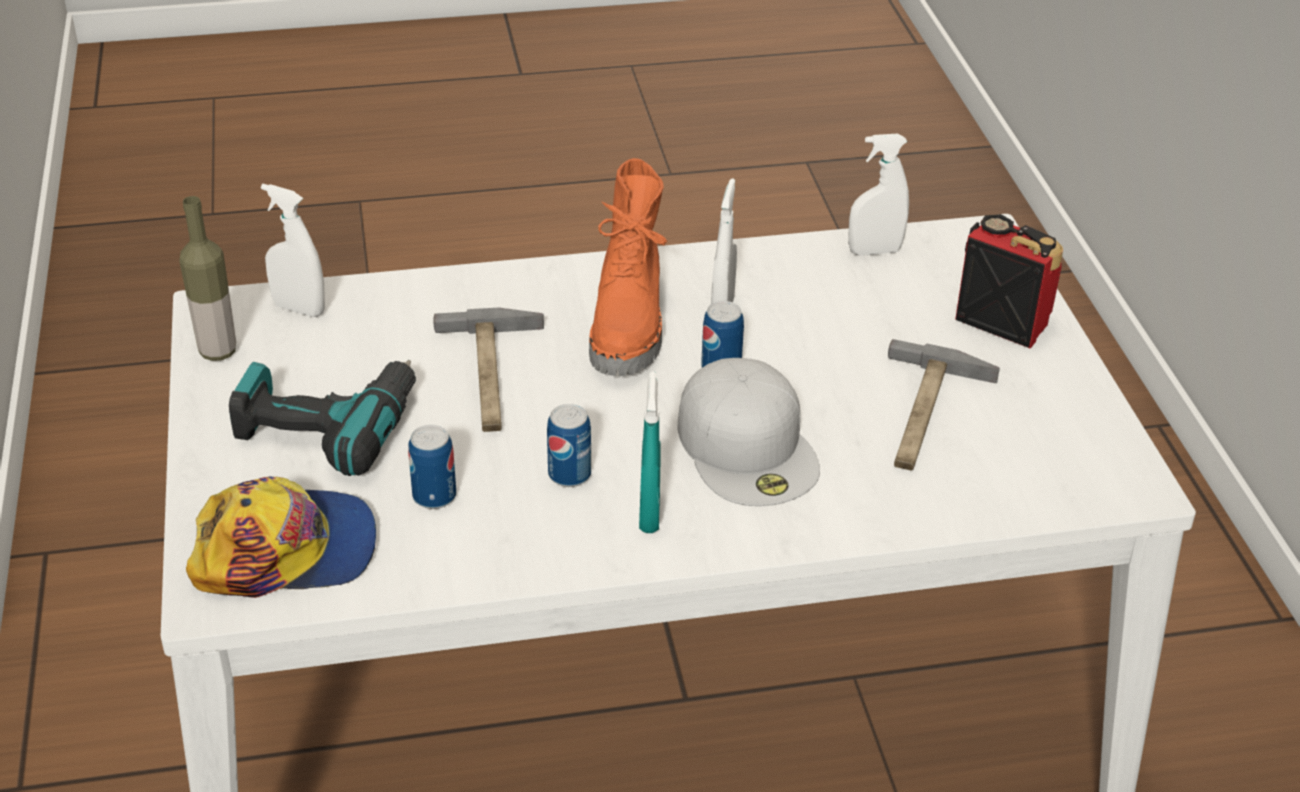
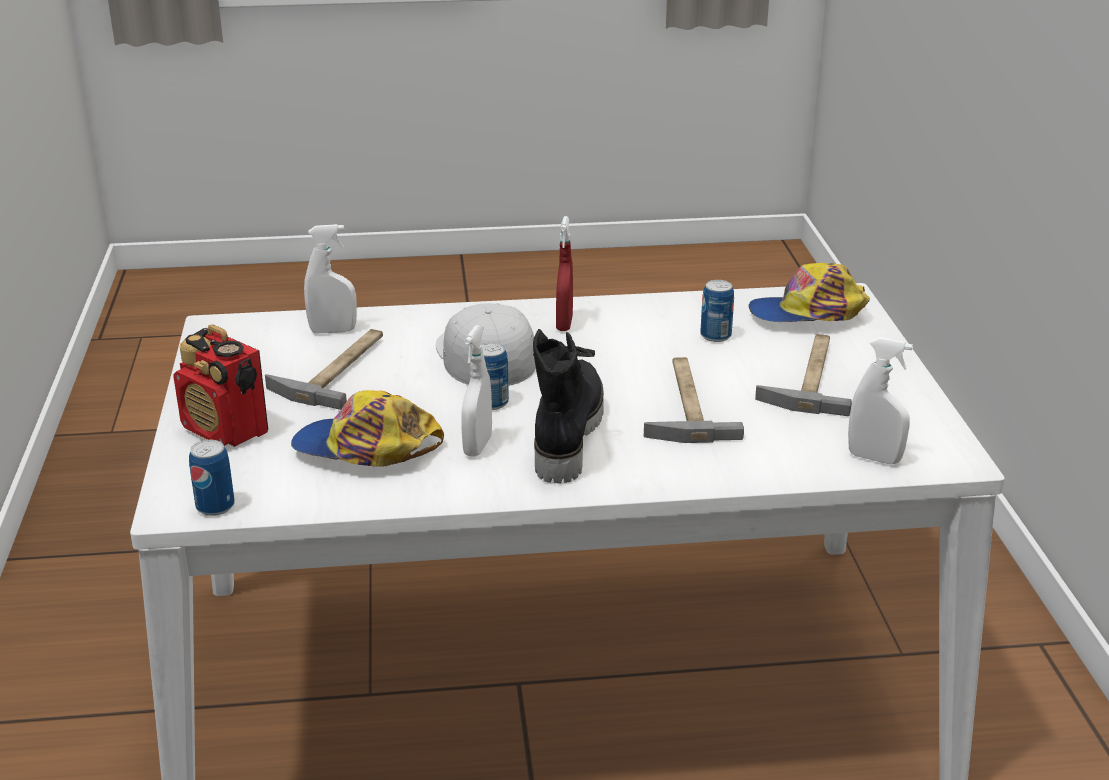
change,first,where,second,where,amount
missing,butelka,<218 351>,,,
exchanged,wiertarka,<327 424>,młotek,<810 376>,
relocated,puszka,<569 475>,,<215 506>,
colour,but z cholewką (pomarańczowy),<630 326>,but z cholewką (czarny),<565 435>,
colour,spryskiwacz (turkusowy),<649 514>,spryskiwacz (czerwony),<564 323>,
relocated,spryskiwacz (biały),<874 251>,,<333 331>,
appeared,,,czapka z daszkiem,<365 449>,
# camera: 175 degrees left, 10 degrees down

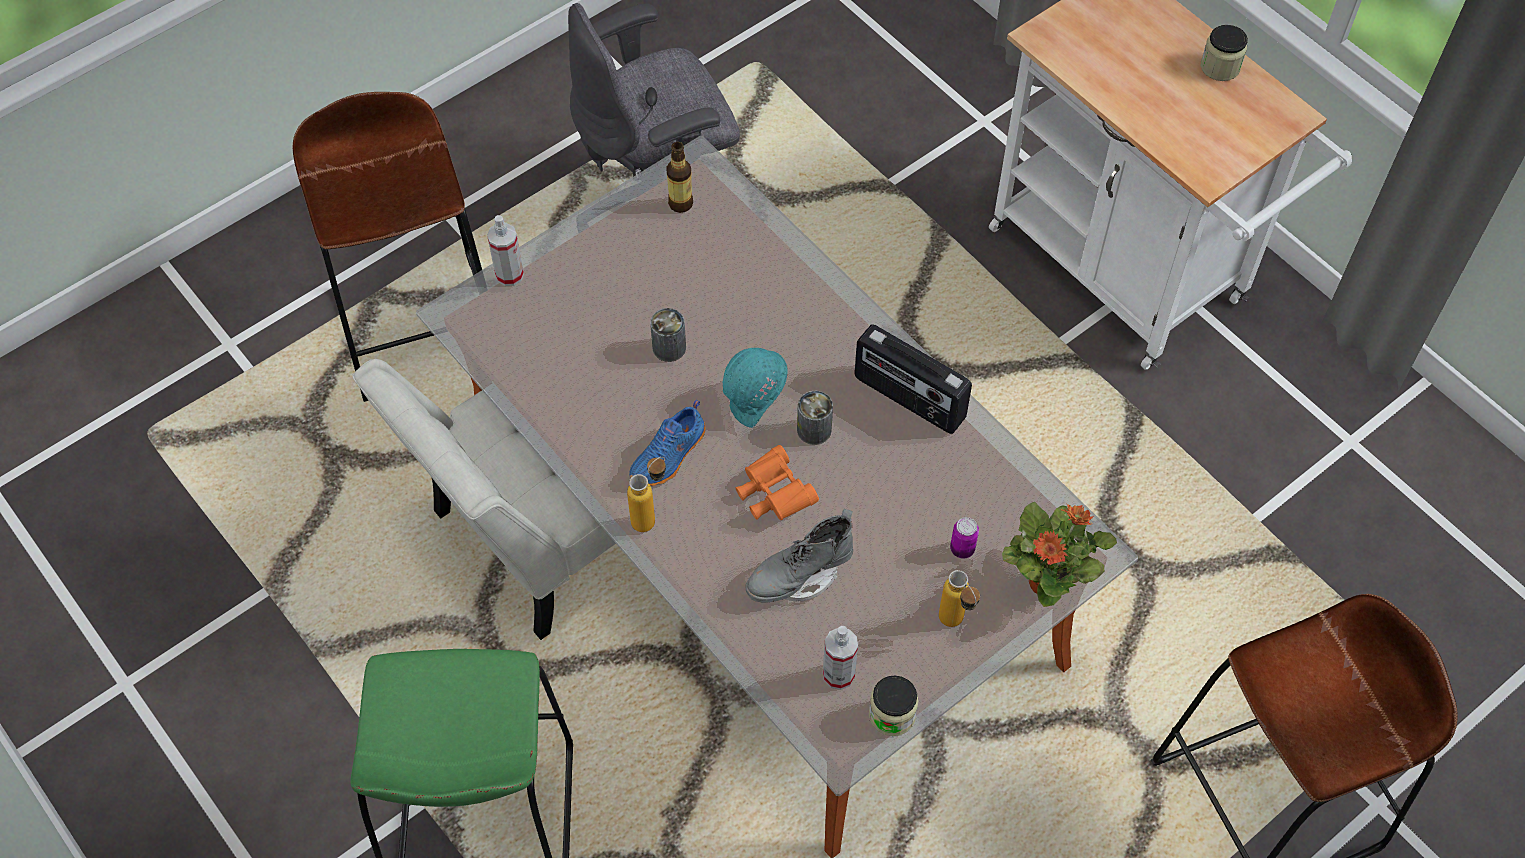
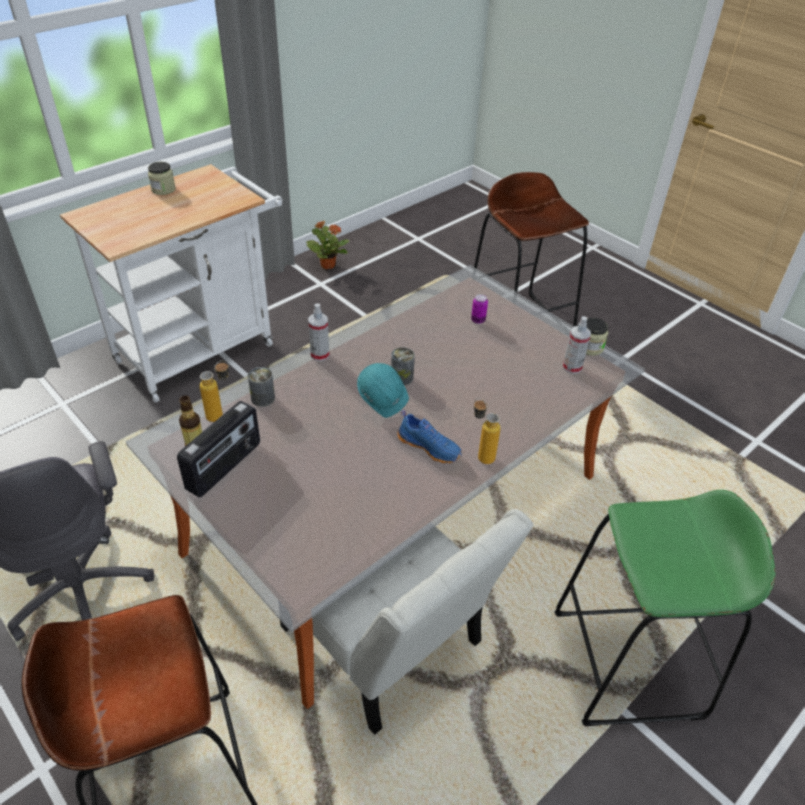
change,first,where,second,where,amount
relocated,spryskiwacz,<509 274>,,<320 355>,
relocated,puszka,<669 347>,,<263 398>,
missing,lornetka (pomarańczowy),<774 494>,,,
missing,but z cholewką (szary),<800 576>,,,
relocated,radio,<908 399>,,<225 467>,
relocated,butelka,<955 625>,,<221 414>,
relocated,roślina doniczkowa,<1047 581>,,<327 265>,
# camera: 95 degrees left, 15 degrees down

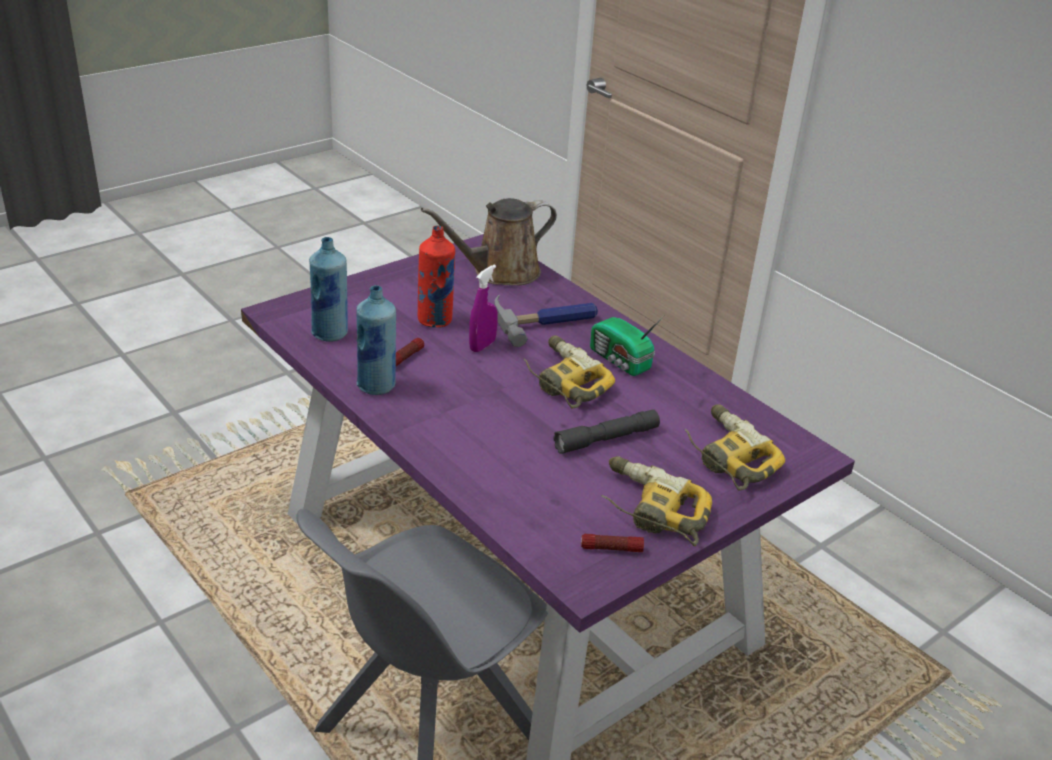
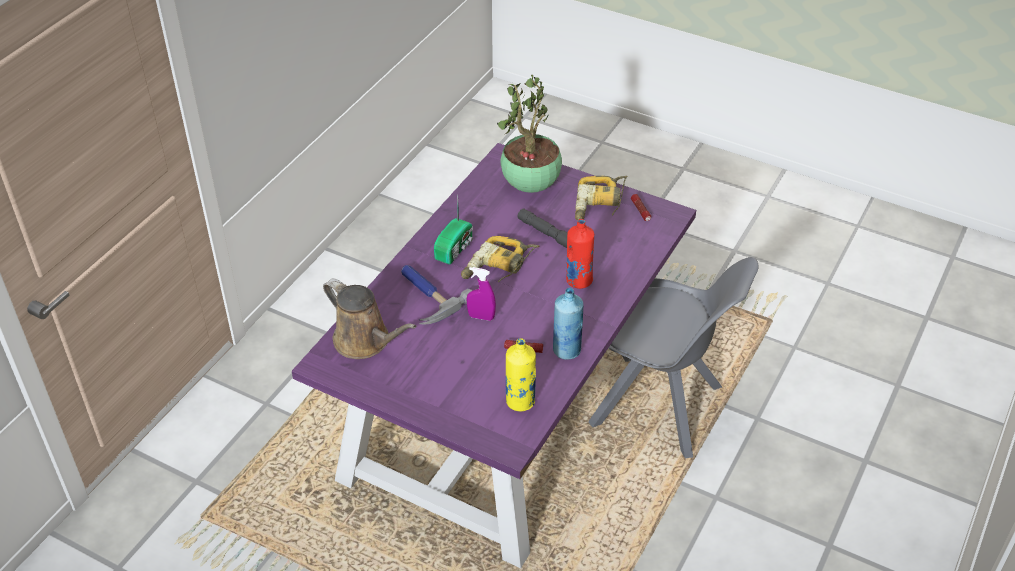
change,first,where,second,where,amount
colour,butelka (niebieski),<330 334>,butelka (żółty),<520 401>,
relocated,butelka (czerwony),<435 320>,,<578 280>,
exchanged,wiertarka,<726 456>,roślina doniczkowa,<530 186>,
# camera: 110 degrees left, 10 degrees up

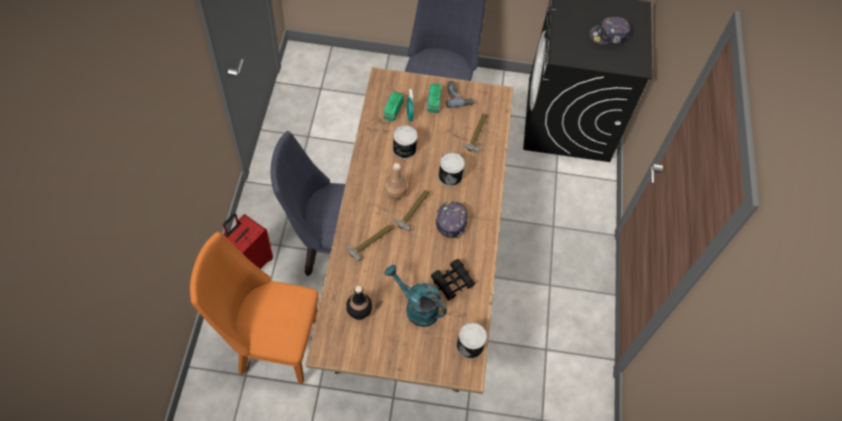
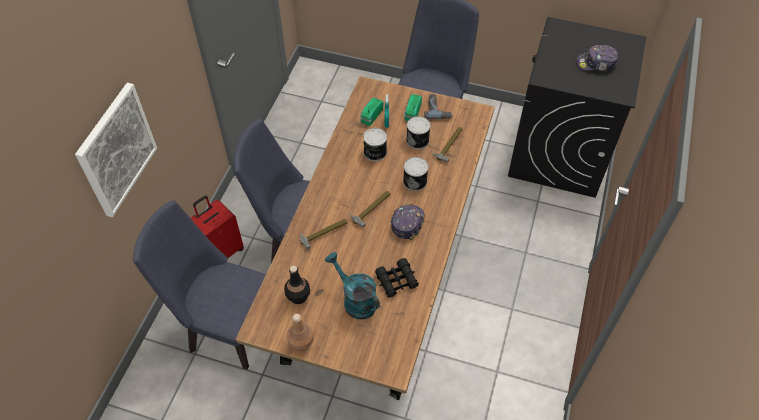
change,first,where,second,where,amount
colour,krzesło (pomarańczowy),<271 345>,krzesło (niebieski),<225 329>,
relocated,butelka (brązowy),<395 193>,,<301 343>,
relocated,puszka,<470 345>,,<418 140>,
appeared,,,obraz,<116 150>,
# camera: 15 degrees right, 5 degrees down

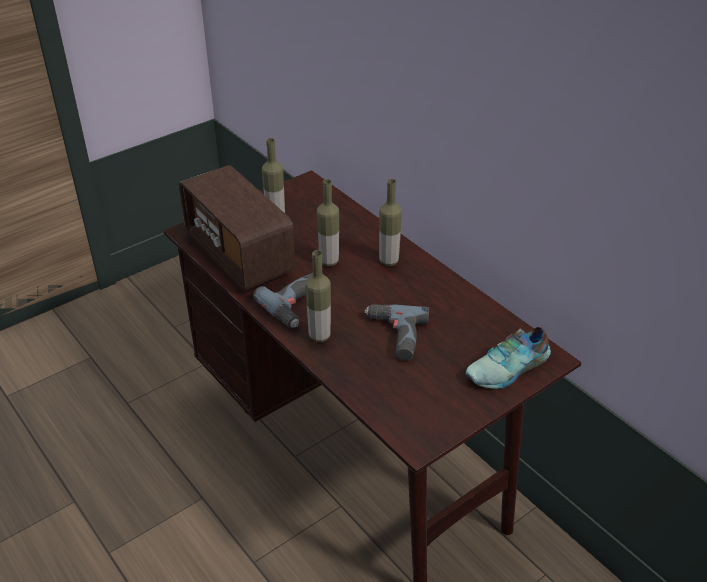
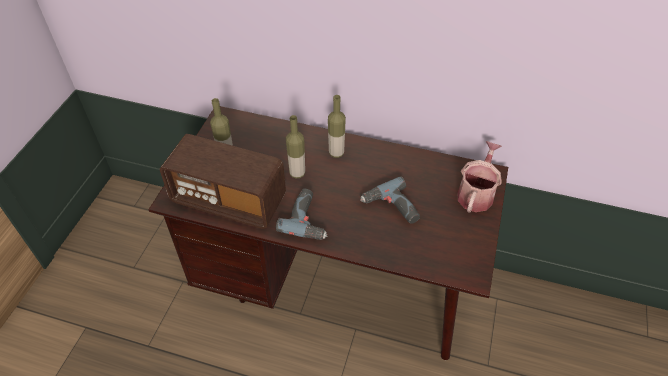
change,first,where,second,where,amount
missing,butelka,<319 336>,,,
exchanged,but,<509 369>,konewka,<476 193>,
# camera: 35 degrees left, 10 degrees up

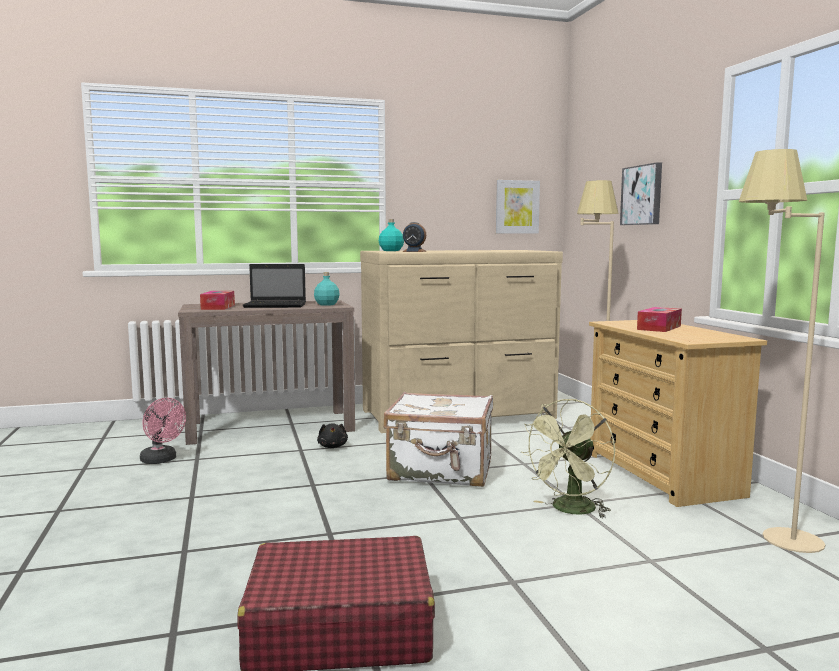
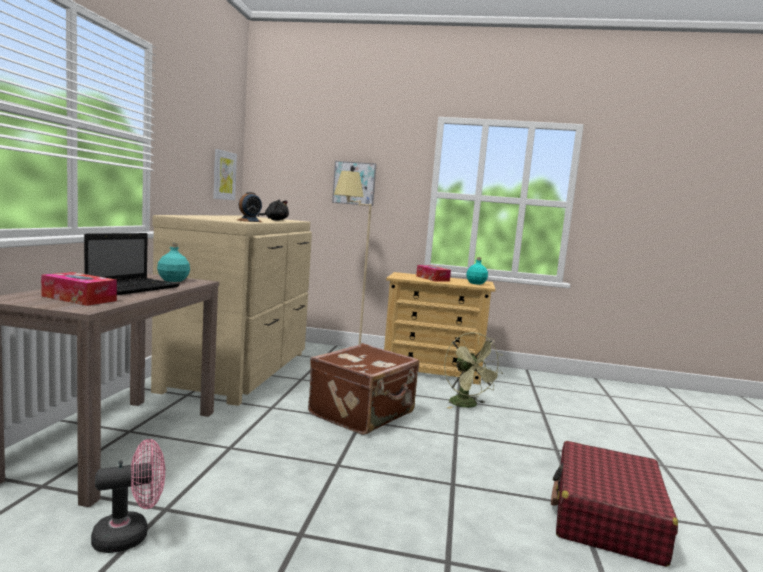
change,first,where,second,where,amount
relocated,pluszak (czarny),<332 446>,,<275 220>,
relocated,butelka (turkusowy),<391 251>,,<476 283>,
colour,walizka (biały),<441 471>,walizka (brązowy),<363 414>,
missing,lampa stojąca (beżowy),<766 531>,,,
# camera: 65 degrees left, 0 degrees up

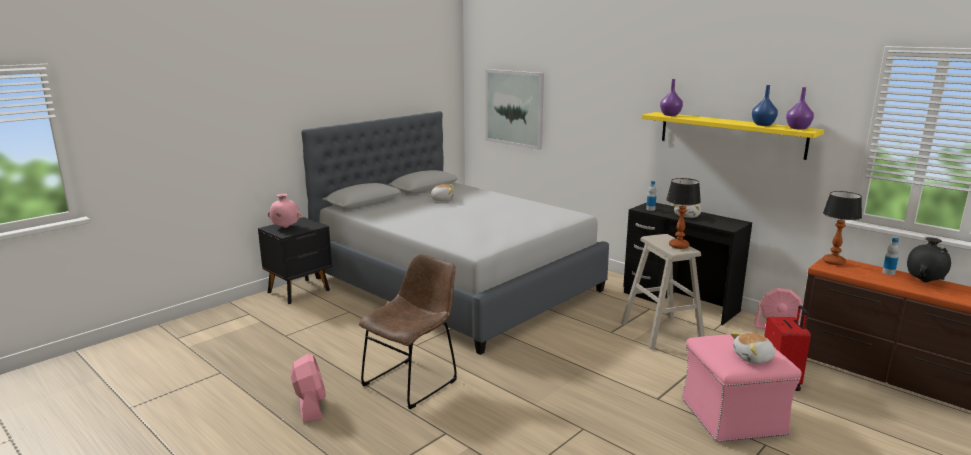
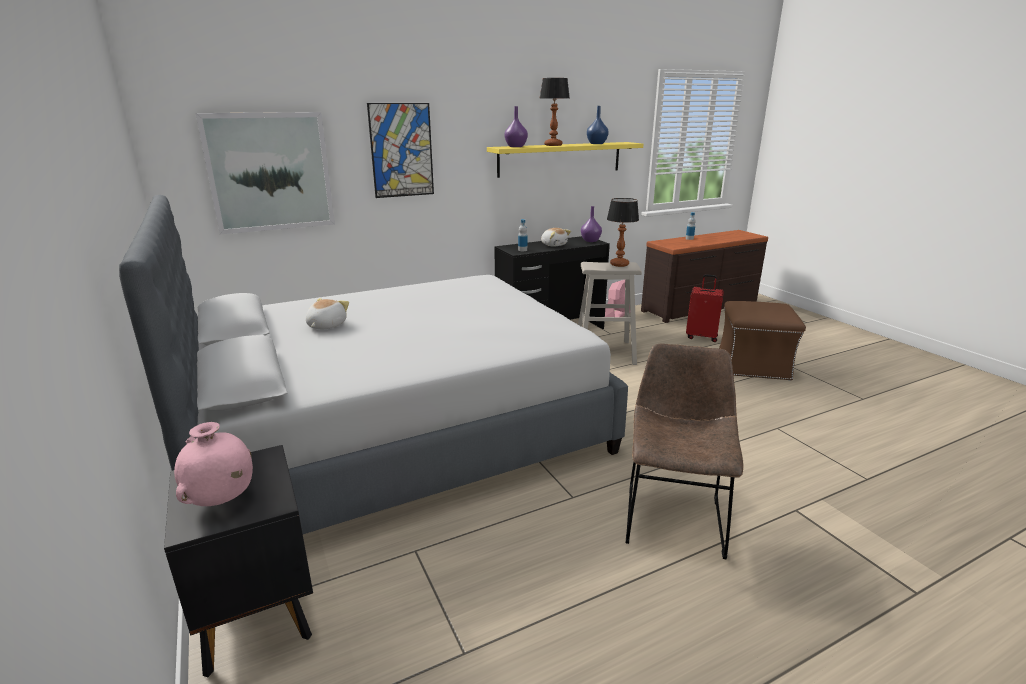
change,first,where,second,where,amount
missing,wentylator (różowy),<310 406>,,,
spun,krzesło (brązowy),<413 381>,,<673 515>,45 degrees clockwise
colour,pufa (różowy),<733 417>,pufa (brązowy),<754 365>,
missing,pluszak,<753 358>,,,
relocated,wazon (fioletowy),<798 128>,,<591 240>,
relocated,lampa stołowa,<833 262>,,<553 145>,
missing,wazon (czarny),<924 281>,,,
appeared,,,obraz,<401 150>,
# camera: 70 degrees left, 5 degrees up

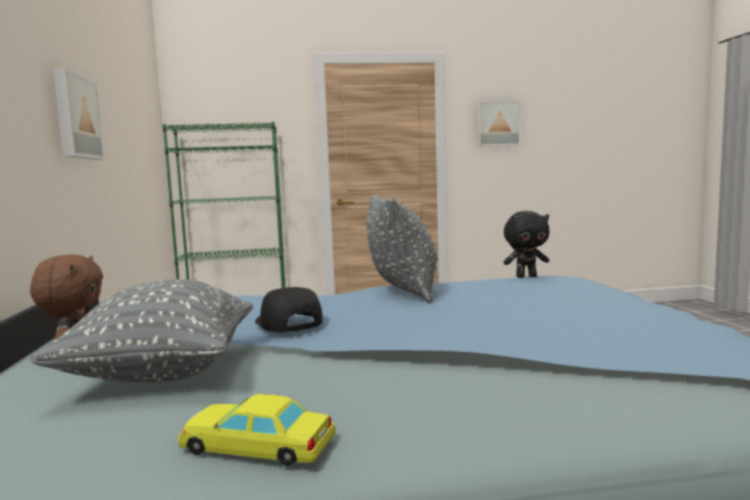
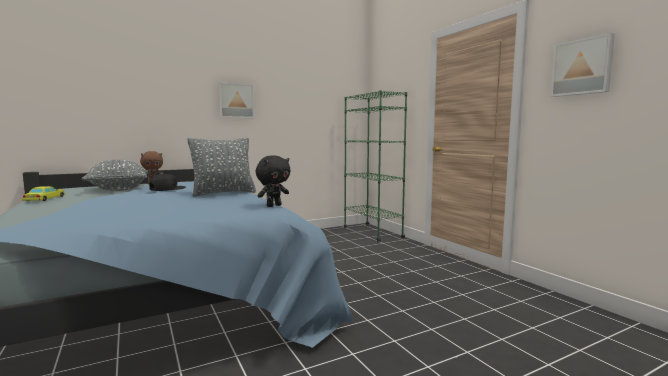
change,first,where,second,where,amount
spun,pluszak (czarny),<526 276>,,<273 205>,105 degrees counterclockwise
# camera: 70 degrees right, 0 degrees up

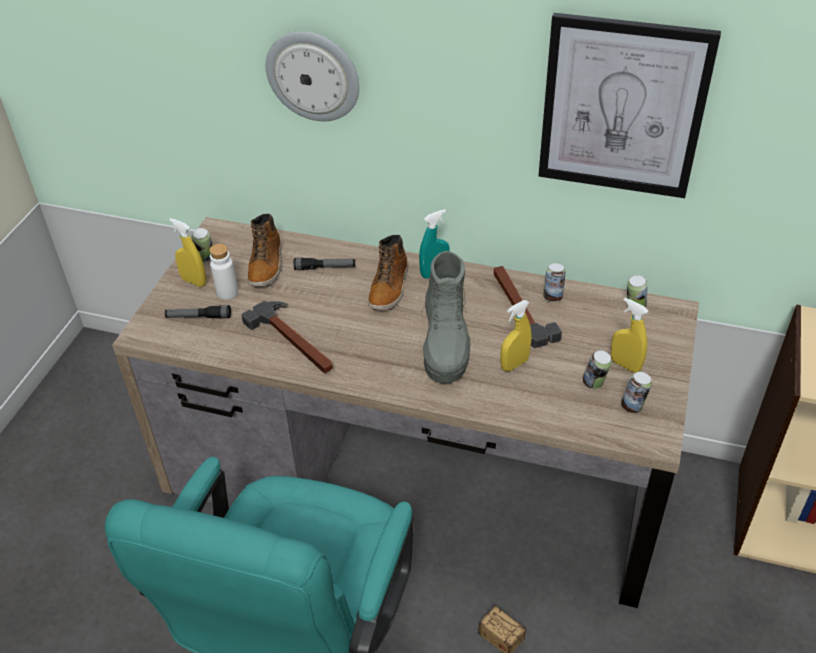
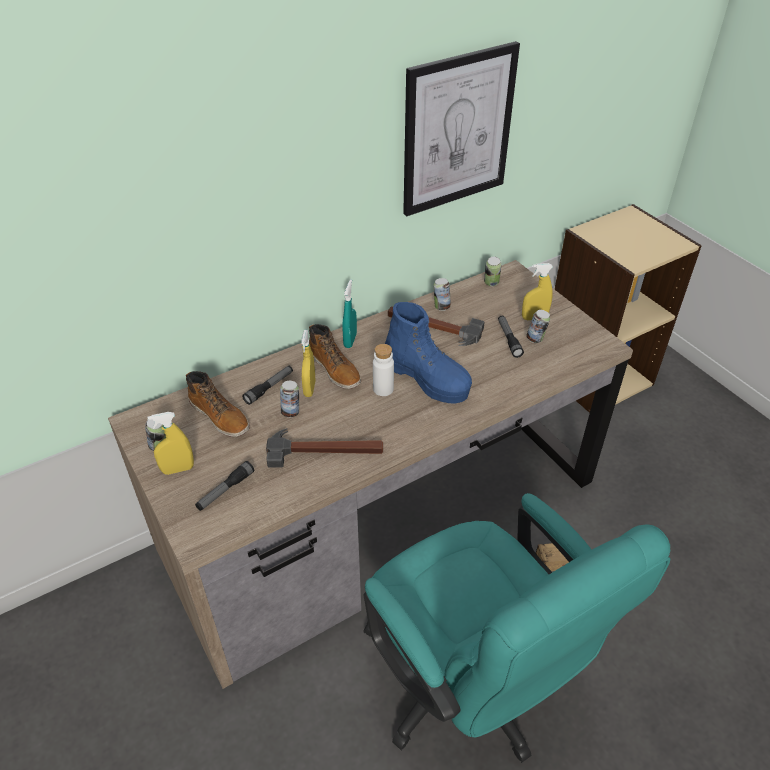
change,first,where,second,where,amount
relocated,butelka (biały),<227 292>,,<383 389>,
missing,zegar ścienny,<313 76>,,,
colour,but z cholewką (szary),<446 346>,but z cholewką (niebieski),<427 379>,
relocated,spryskiwacz (żółty),<514 364>,,<309 389>,
relocated,puszka,<633 406>,,<291 412>,
appeared,,,latarka,<508 339>,
# camera: 50 degrees left, 0 degrees up

